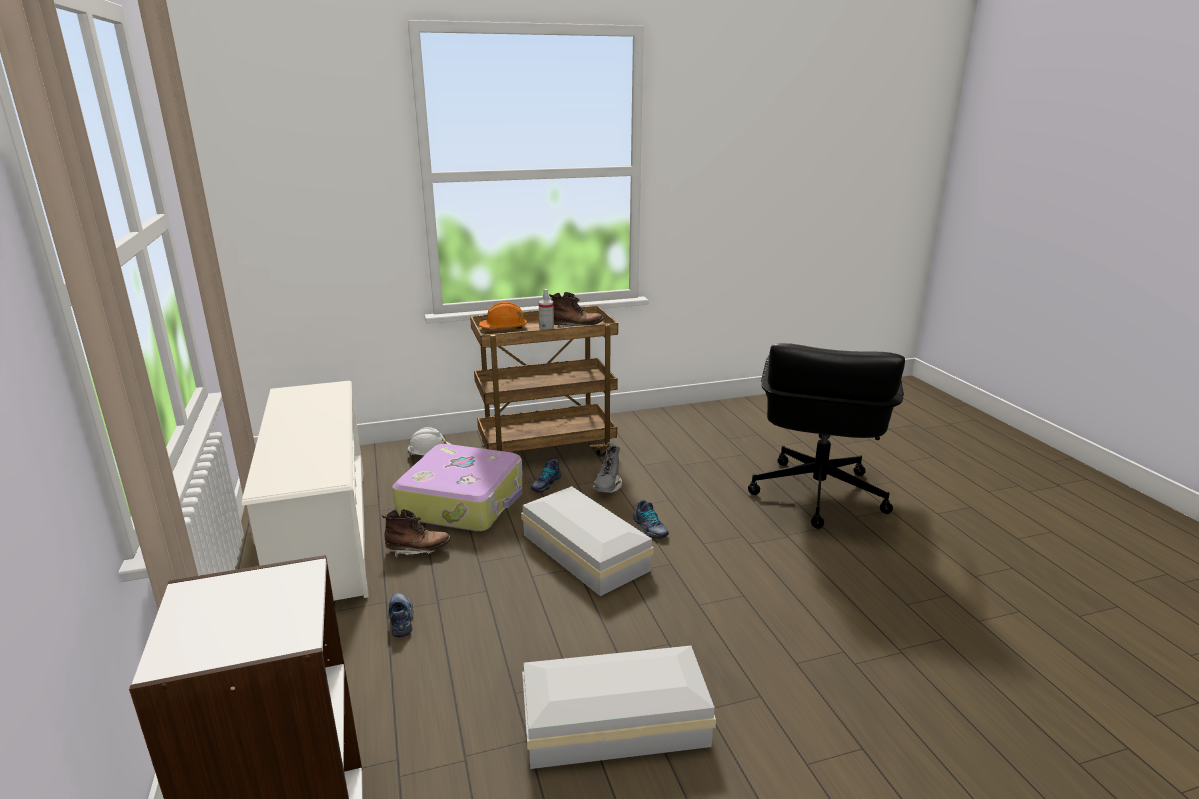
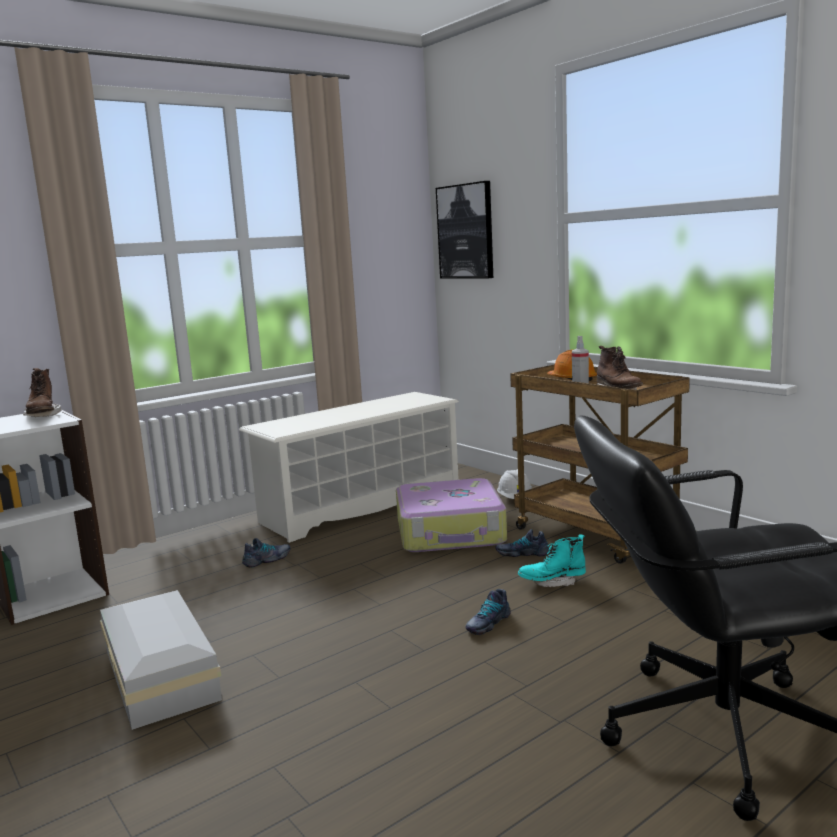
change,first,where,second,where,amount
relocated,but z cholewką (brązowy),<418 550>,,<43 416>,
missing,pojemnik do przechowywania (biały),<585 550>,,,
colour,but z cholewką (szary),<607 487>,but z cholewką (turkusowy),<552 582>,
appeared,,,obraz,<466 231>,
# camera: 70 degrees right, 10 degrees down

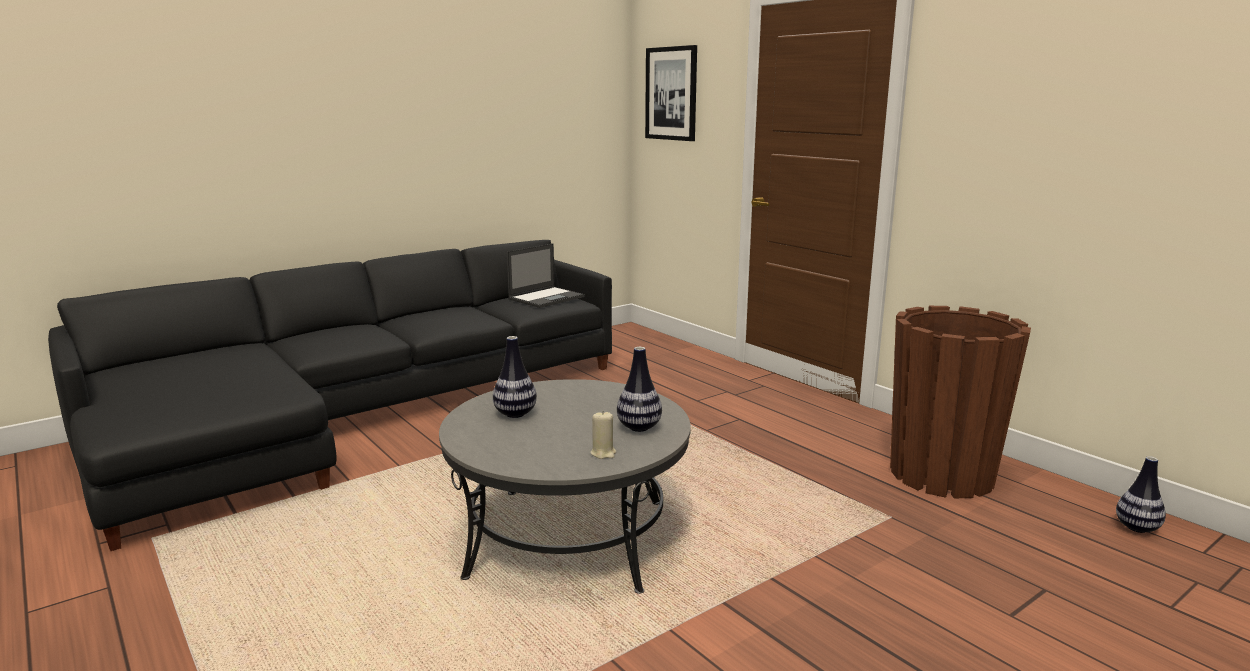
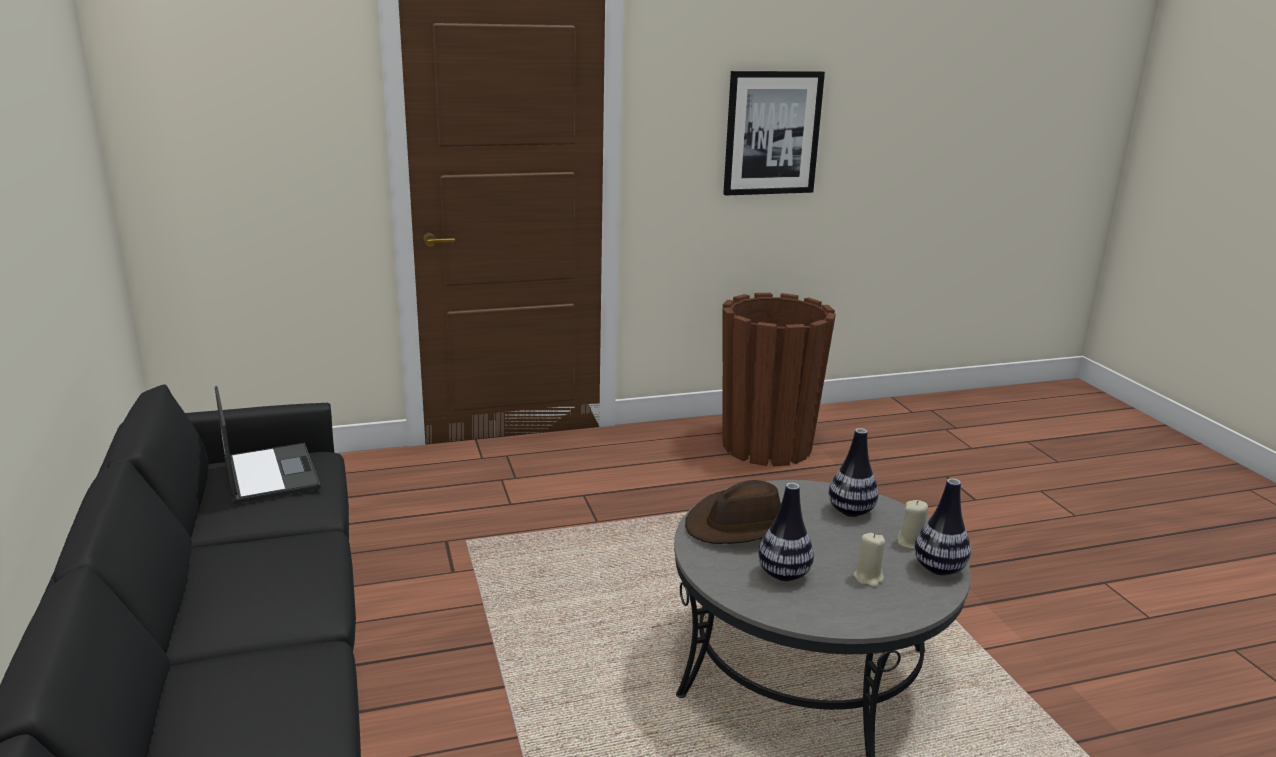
change,first,where,second,where,amount
relocated,obraz,<671 93>,,<772 133>,
relocated,wazon,<1137 528>,,<938 569>,
appeared,,,kapelusz (brązowy),<743 526>,
appeared,,,świeca (beżowy),<868 578>,
# camera: 70 degrees left, 5 degrees up

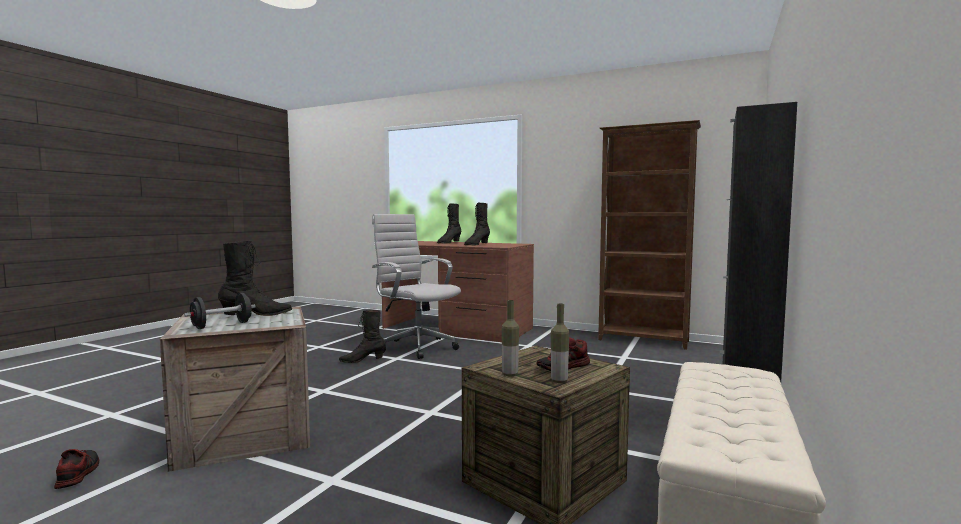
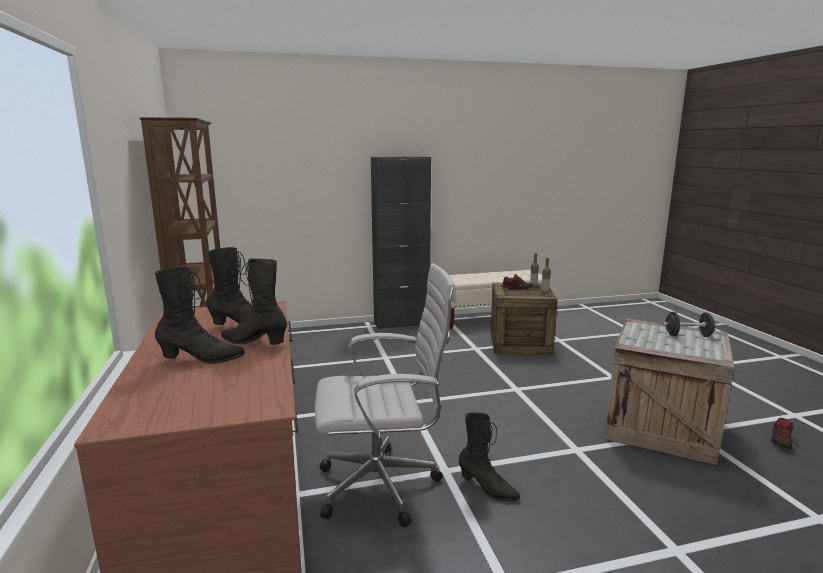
change,first,where,second,where,amount
relocated,but z cholewką (czarny),<256 315>,,<254 342>,
spun,krzesło biurowe (biały),<416 347>,,<384 486>,105 degrees counterclockwise
# camera: 130 degrees left, 10 degrees up

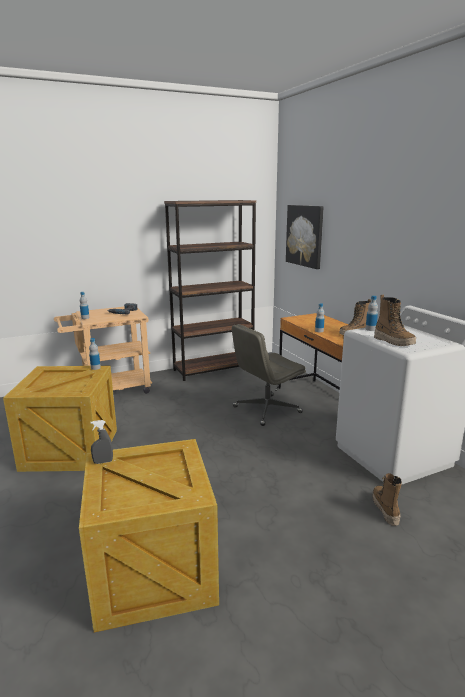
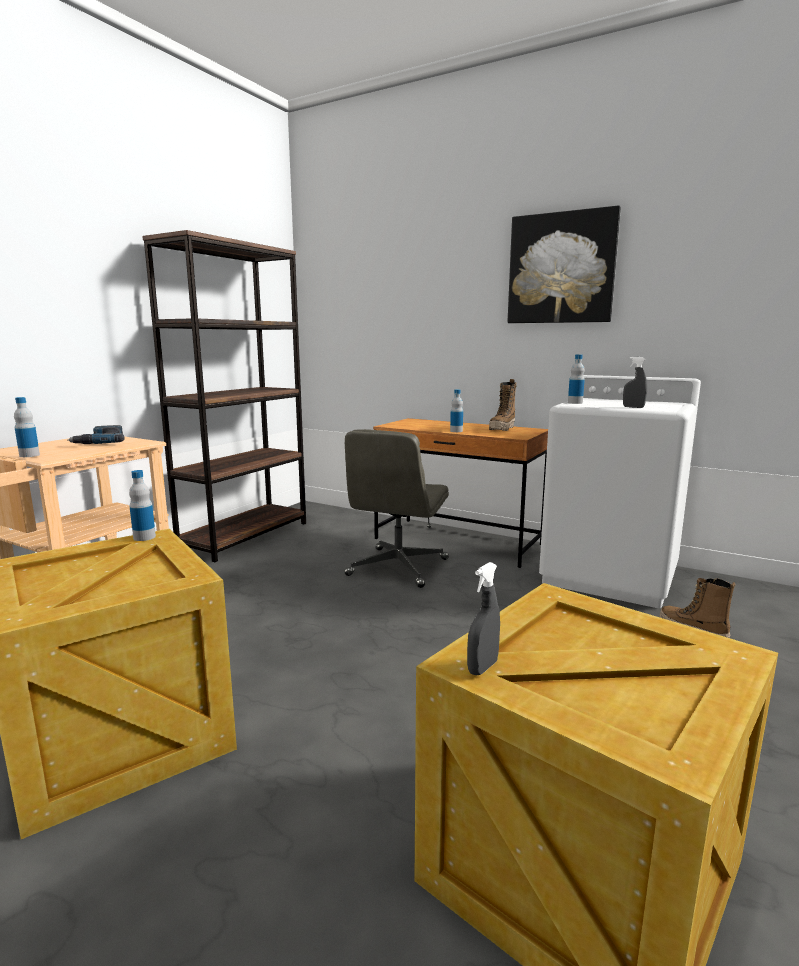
change,first,where,second,where,amount
relocated,obraz,<305 235>,,<561 268>,
exchanged,but z cholewką,<393 342>,spryskiwacz (szary),<633 407>,
# camera: 35 degrees left, 5 degrees down

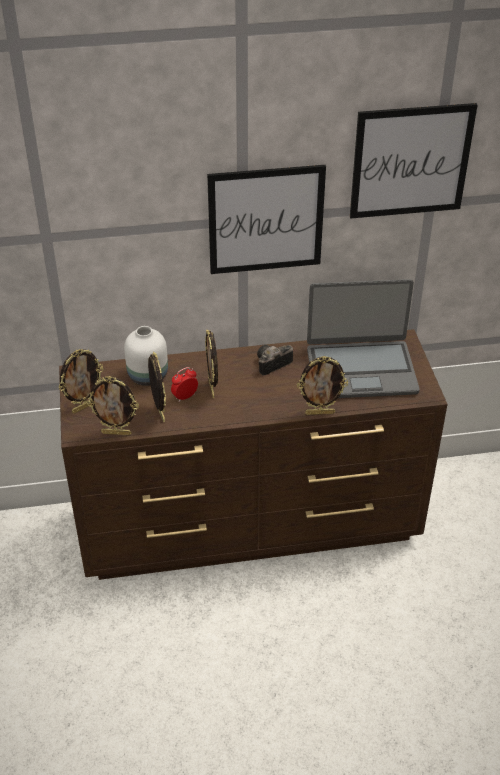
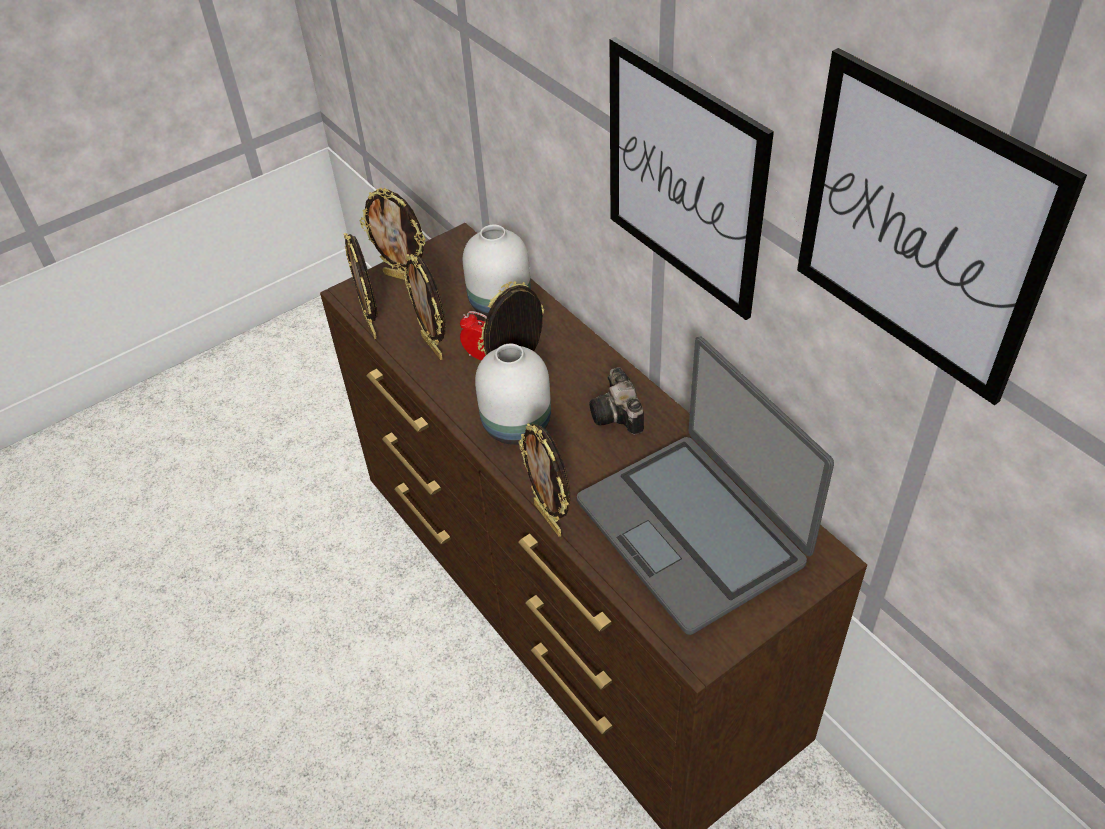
change,first,where,second,where,amount
spun,ramka na zdjęcie,<159 413>,,<433 347>,105 degrees clockwise
spun,aparat fotograficzny,<271 365>,,<618 416>,135 degrees counterclockwise
appeared,,,wazon (biały),<517 423>,
# camera: 65 degrees right, 5 degrees up

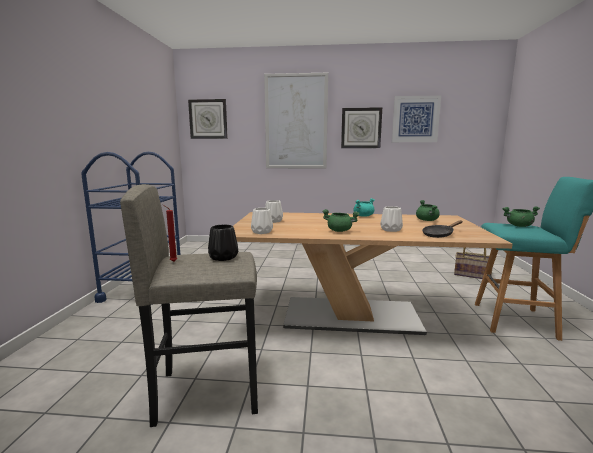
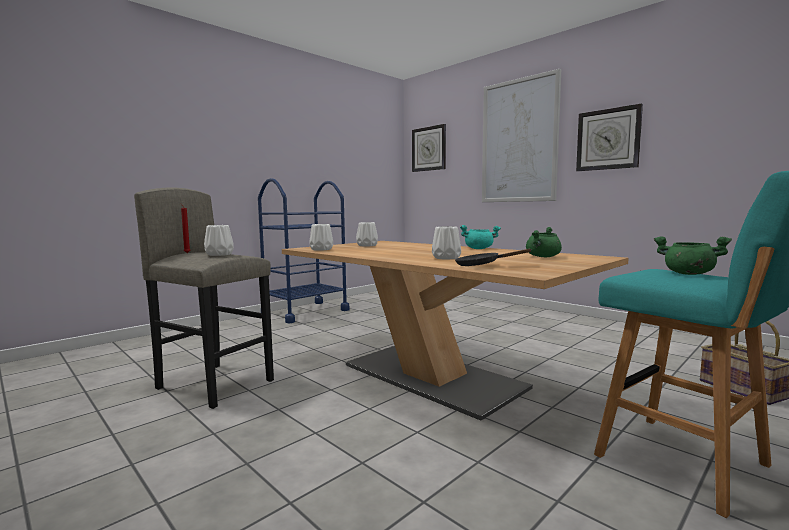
change,first,where,second,where,amount
colour,wazon (czarny),<223 257>,wazon (biały),<218 254>,
missing,garnek (zielony),<340 231>,,,
missing,obraz,<415 119>,,,
# camera: 40 degrees right, 5 degrees down

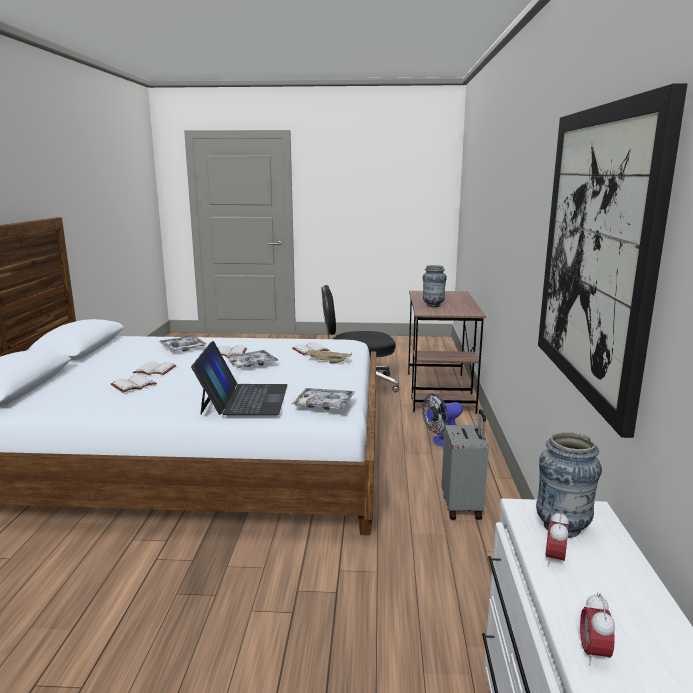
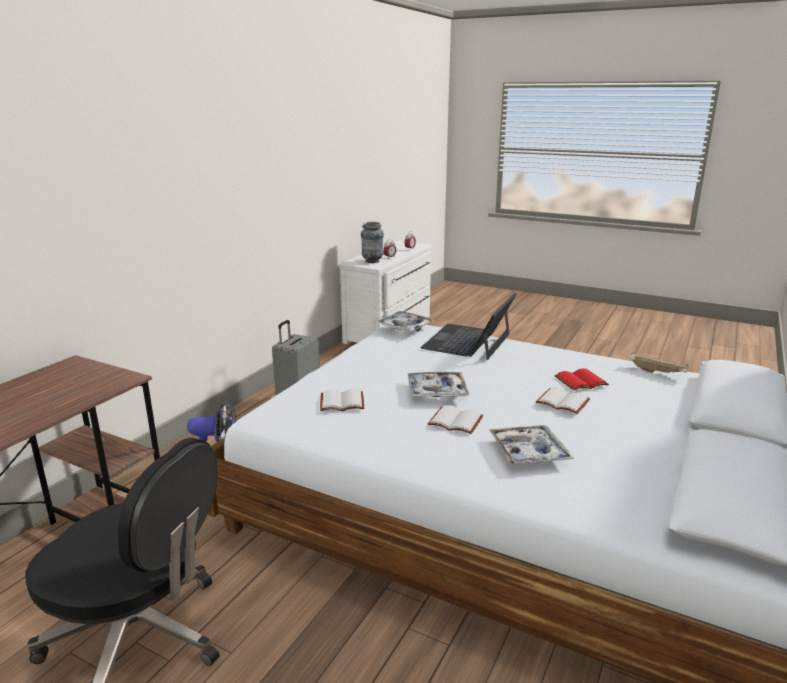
change,first,where,second,where,amount
colour,książka (biały),<133 385>,książka (czerwony),<580 381>,
relocated,taca (beżowy),<327 362>,,<657 372>,
missing,wazon,<433 305>,,,
missing,obraz,<596 252>,,,
# camera: 155 degrees left, 5 degrees up

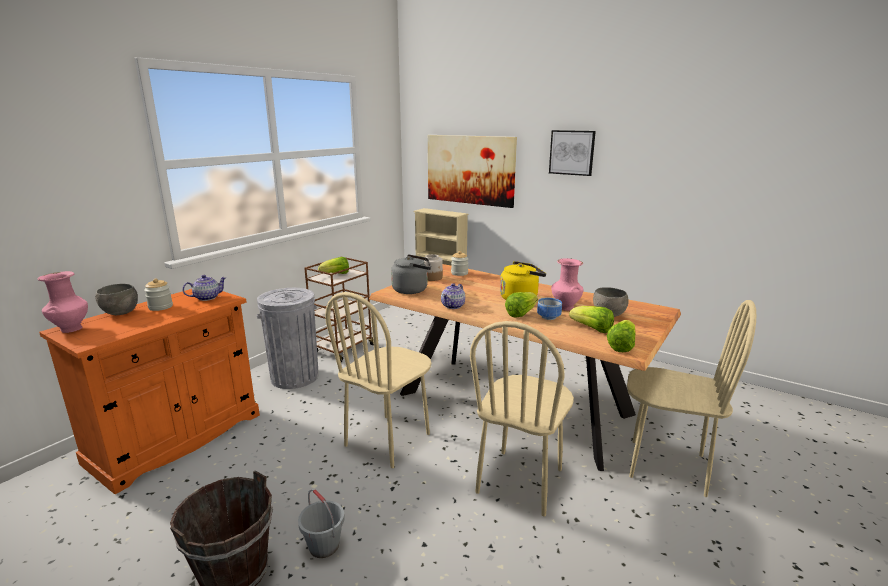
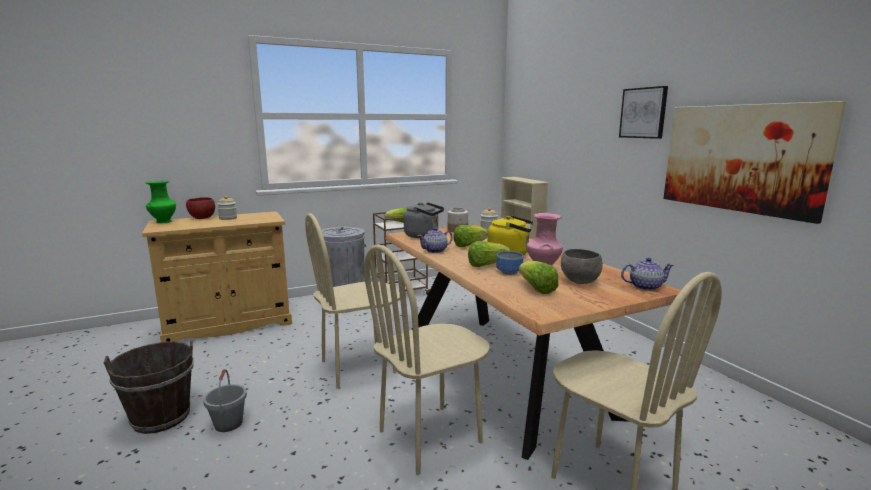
change,first,where,second,where,amount
colour,wazon (różowy),<71 329>,wazon (zielony),<163 222>,
colour,szafka (pomarańczowy),<176 438>,szafka (beżowy),<229 324>,
colour,miska (szary),<121 313>,miska (czerwony),<202 218>,
relocated,imbryk,<207 298>,,<644 287>,
relocated,obraz,<470 169>,,<741 158>,
relocated,sałata,<621 346>,,<469 245>,
# camera: 30 degrees right, 5 degrees down

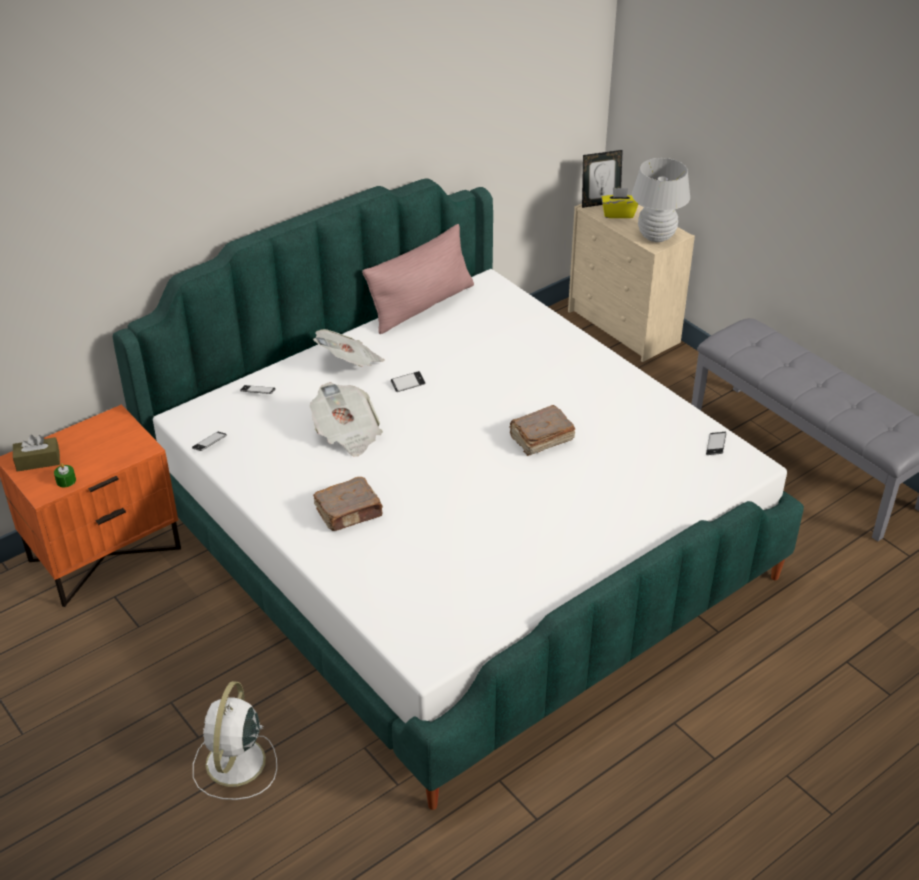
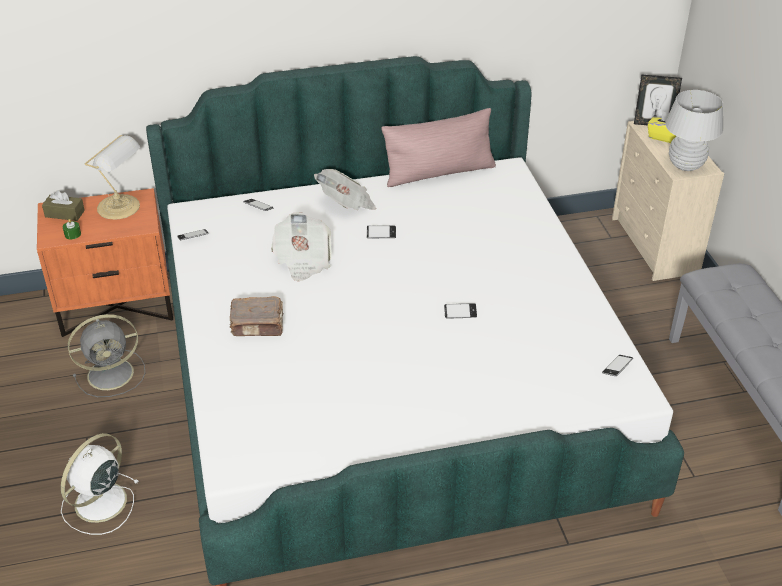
change,first,where,second,where,amount
exchanged,książka (brązowy),<540 439>,telefon,<460 313>,
appeared,,,wentylator (szary),<112 373>,
appeared,,,lampa stołowa,<120 207>,
# camera: 25 degrees right, 0 degrees up

